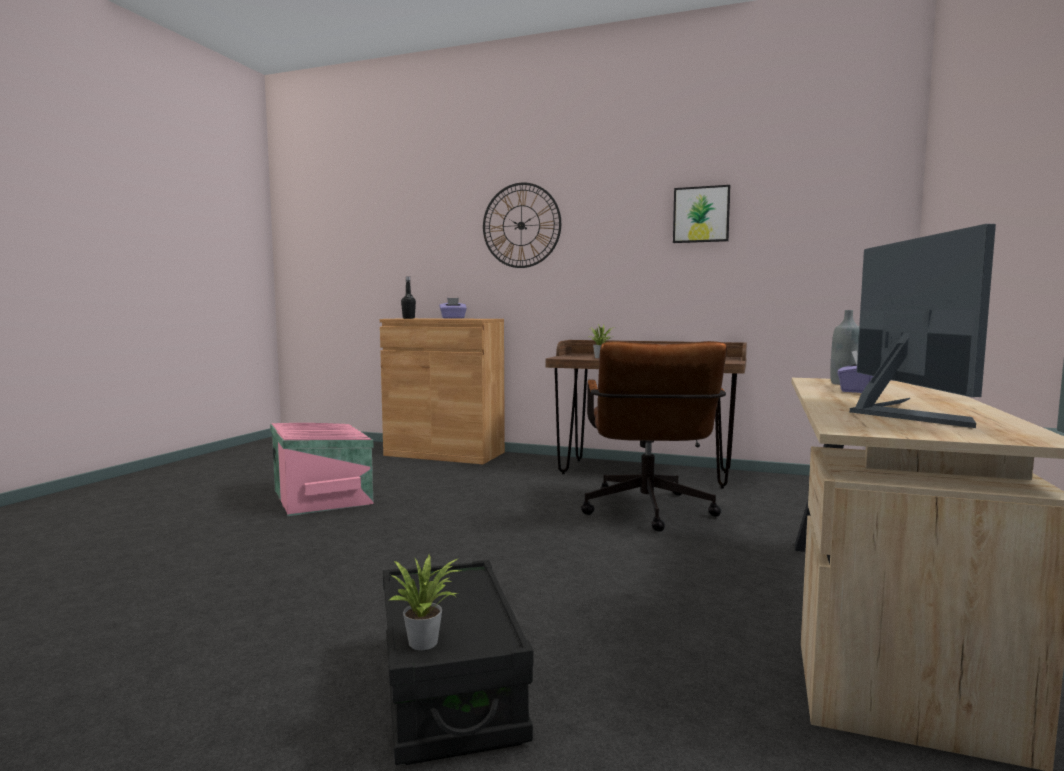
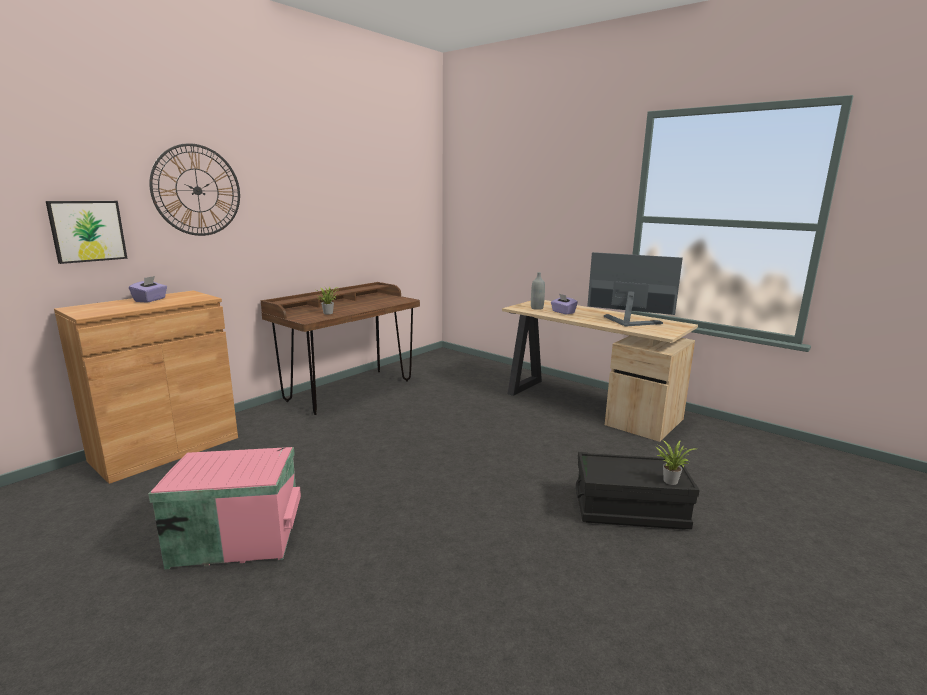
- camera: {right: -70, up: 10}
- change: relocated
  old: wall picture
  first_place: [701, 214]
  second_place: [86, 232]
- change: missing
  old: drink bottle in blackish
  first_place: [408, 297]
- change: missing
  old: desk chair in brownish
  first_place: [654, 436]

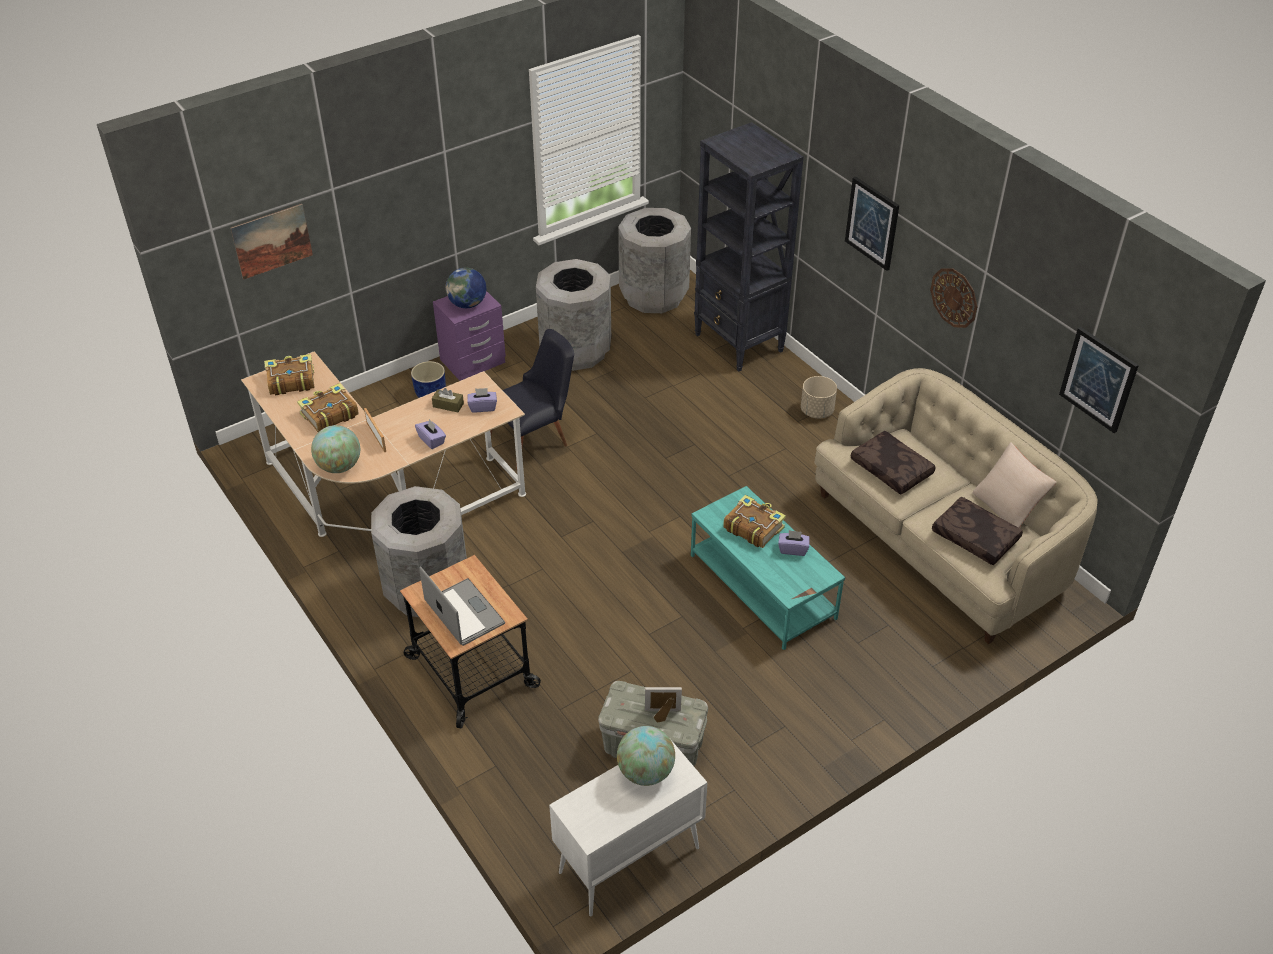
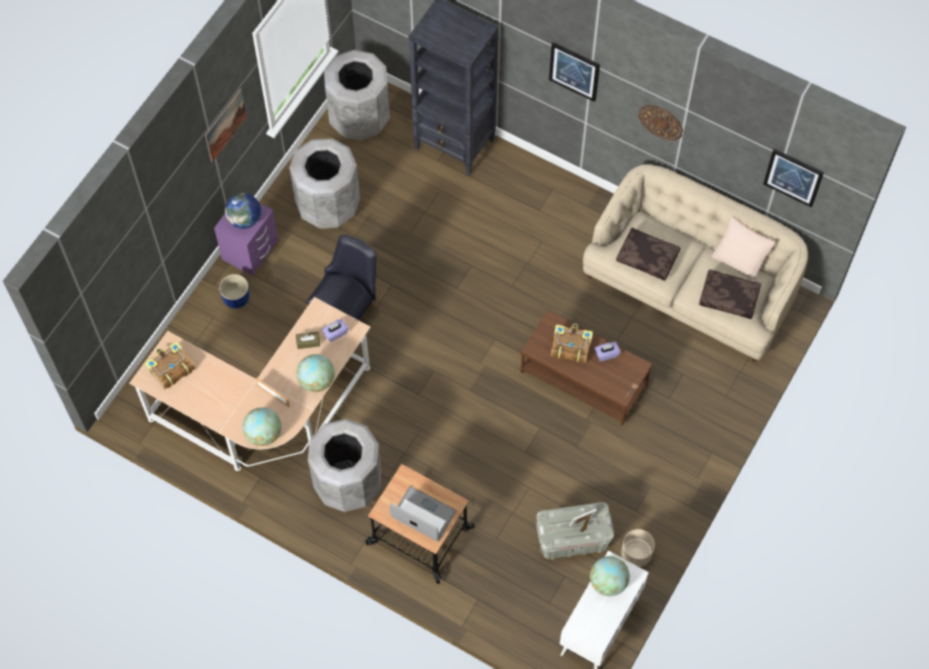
- camera: {right: -25, up: 20}
- change: relocated
  old: wall picture
  first_place: [271, 242]
  second_place: [226, 126]
- change: exchanged
  old: box of tissues in purplish
  new: world globe
  first_place: [430, 434]
  second_place: [316, 373]
- change: colour
  old: lounge table in blue-green
  new: lounge table in brownish
  first_place: [768, 568]
  second_place: [586, 368]
- change: relocated
  old: flower pot in beige
  first_place: [819, 397]
  second_place: [638, 548]
- change: missing
  old: book
  first_place: [328, 407]

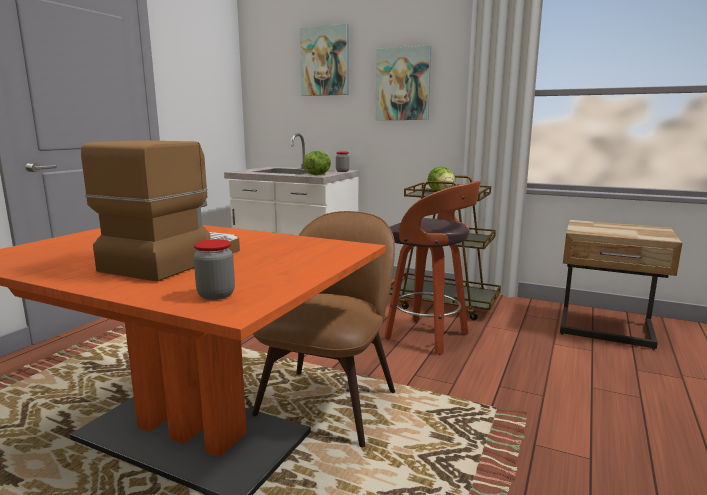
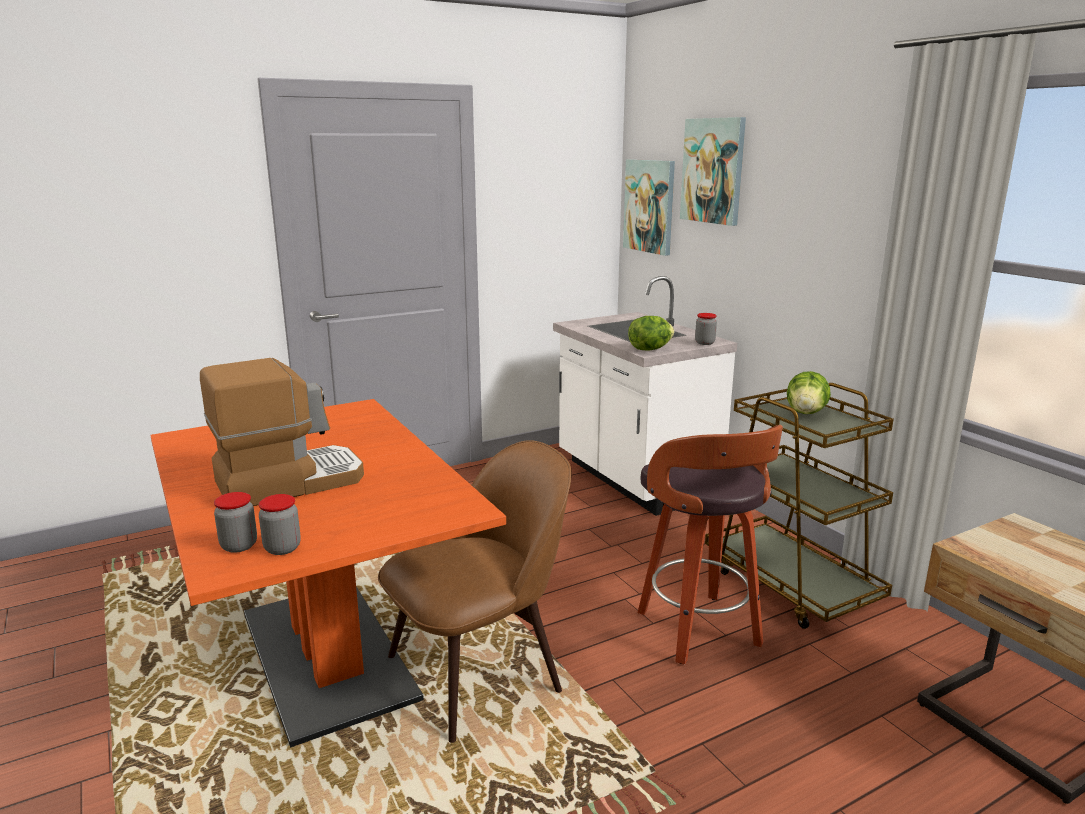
- camera: {right: 35, up: 5}
- change: appeared
  new: jar
  second_place: [280, 524]
- change: relocated
  old: wall picture
  first_place: [403, 82]
  second_place: [649, 207]

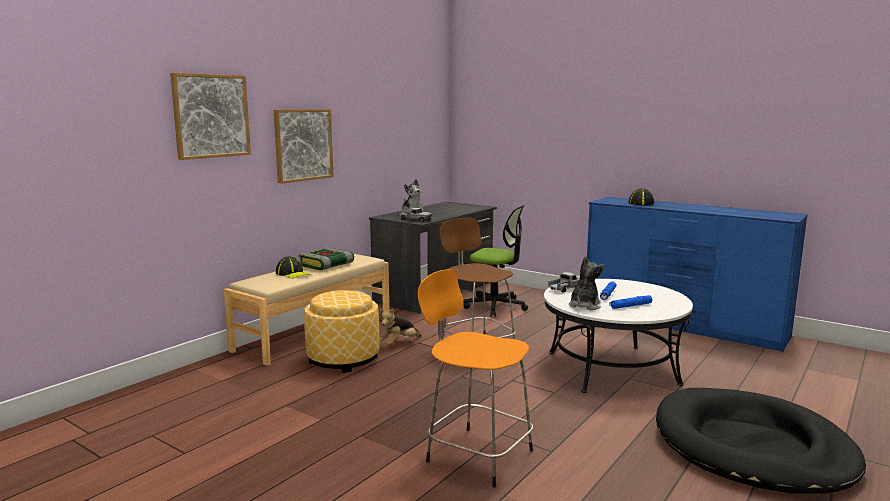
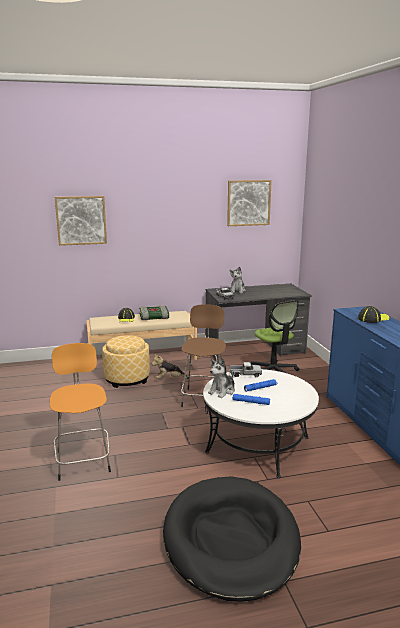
- camera: {right: 40, up: 5}
- change: spun
  old: plush toy
  first_place: [587, 283]
  second_place: [221, 378]
  degrees: 150
- change: relocated
  old: wall picture
  first_place: [304, 146]
  second_place: [249, 203]

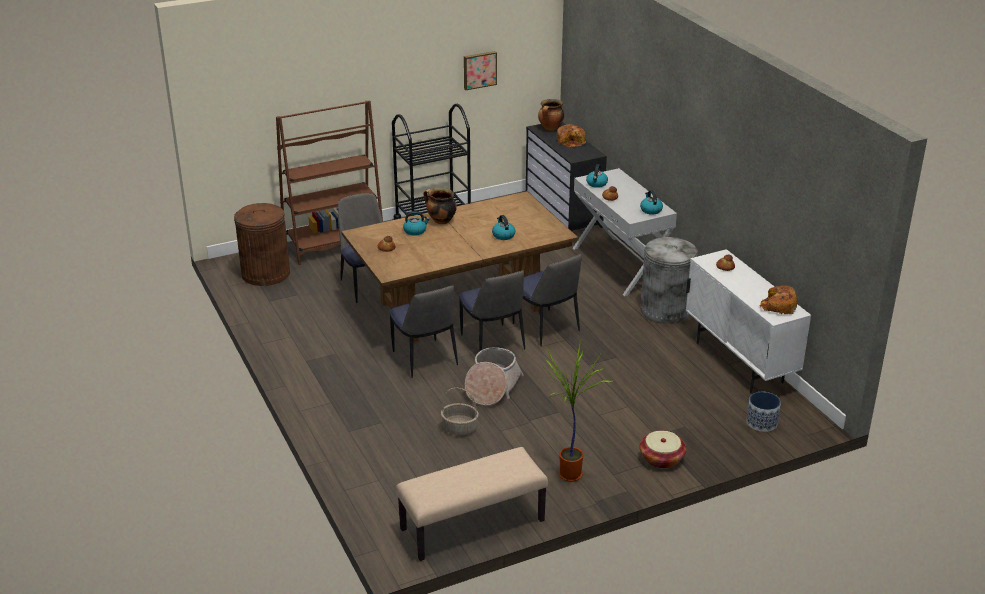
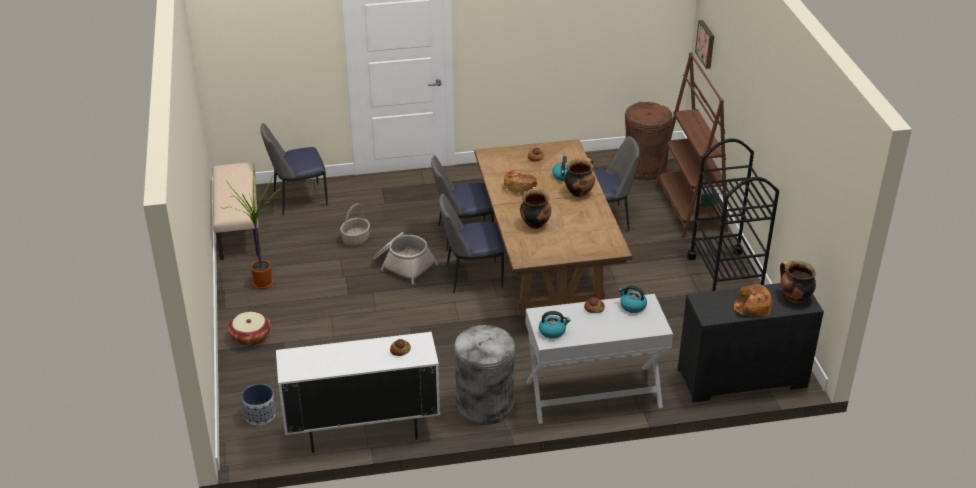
- camera: {right: 105, up: 5}
- change: relocated
  old: upright chair
  first_place: [547, 300]
  second_place: [294, 169]
- change: relocated
  old: bread
  first_place: [778, 300]
  second_place: [520, 181]
- change: exchanged
  old: tea kettle
  new: saucepot
  first_place: [503, 227]
  second_place: [535, 208]
- change: relocated
  old: wall picture
  first_place: [480, 70]
  second_place: [704, 44]

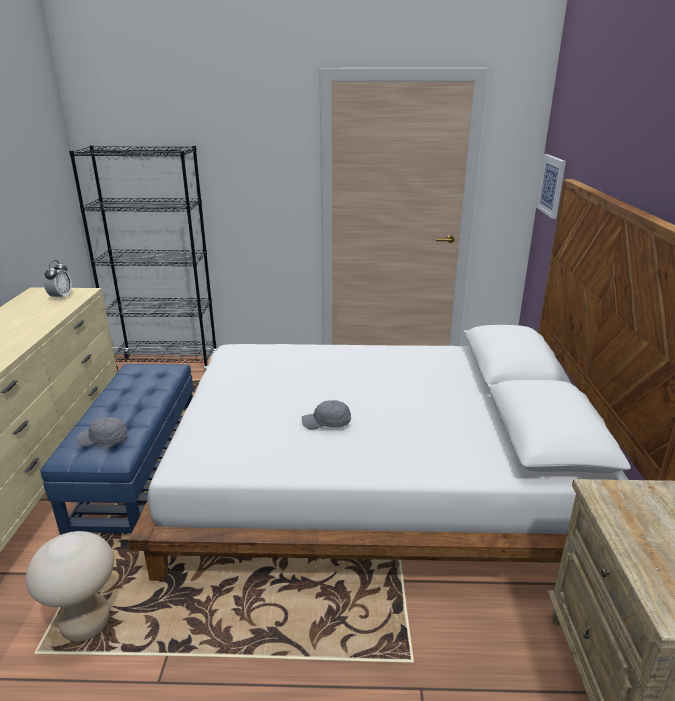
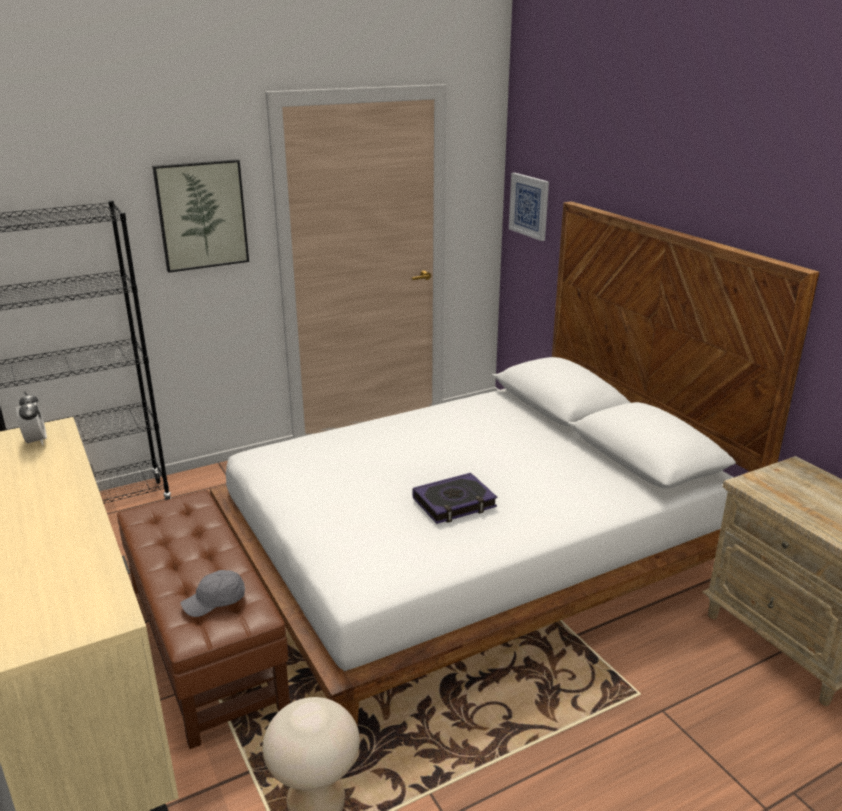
- camera: {right: -30, up: 0}
- change: colour
  old: ottoman in blue
  new: ottoman in brownish
  first_place: [116, 449]
  second_place: [203, 619]
- change: appeared
  new: wall picture
  second_place: [200, 216]
- change: exchanged
  old: baseball cap in grey
  new: book
  first_place: [326, 414]
  second_place: [455, 498]

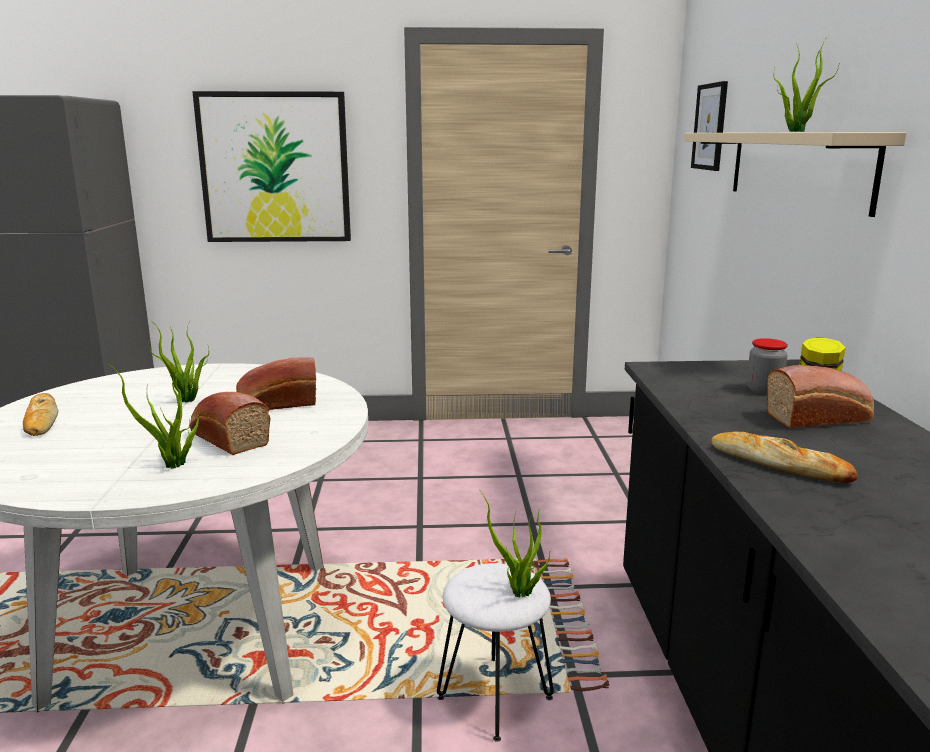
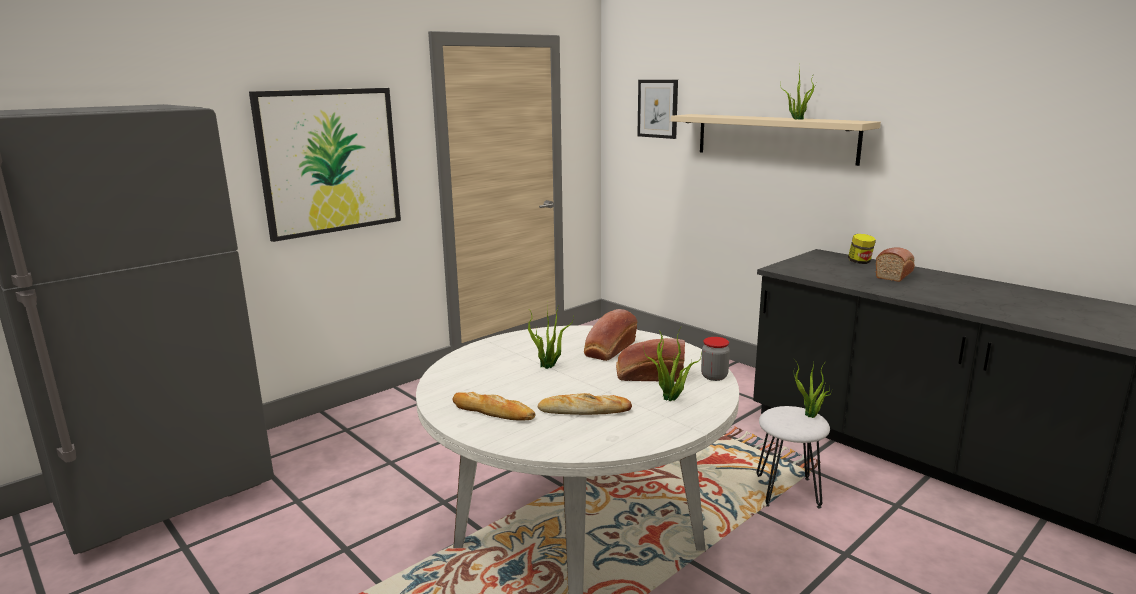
- camera: {right: -40, up: 0}
- change: relocated
  old: bread
  first_place: [784, 457]
  second_place: [585, 404]
- change: relocated
  old: jar
  first_place: [767, 366]
  second_place: [715, 359]

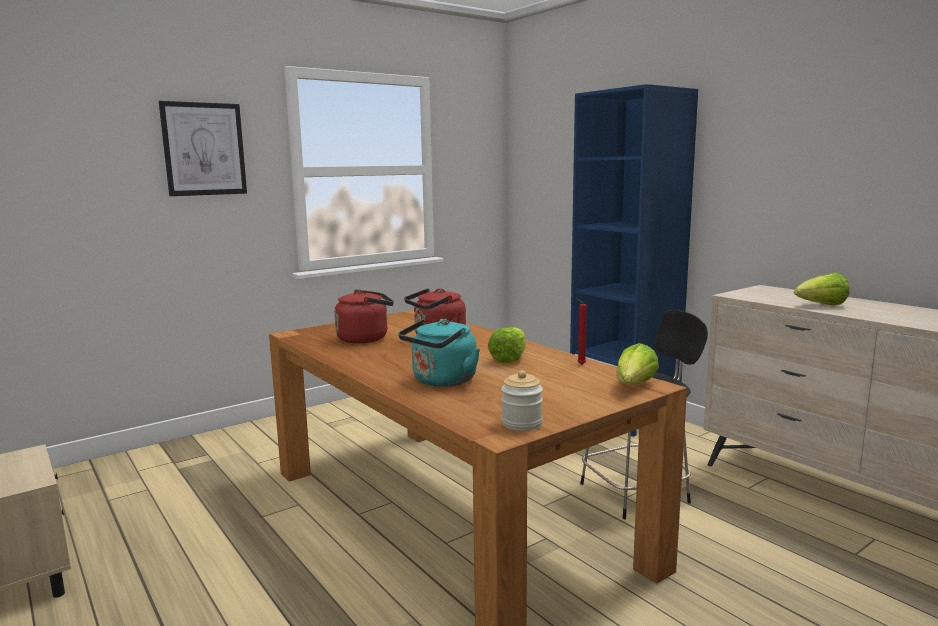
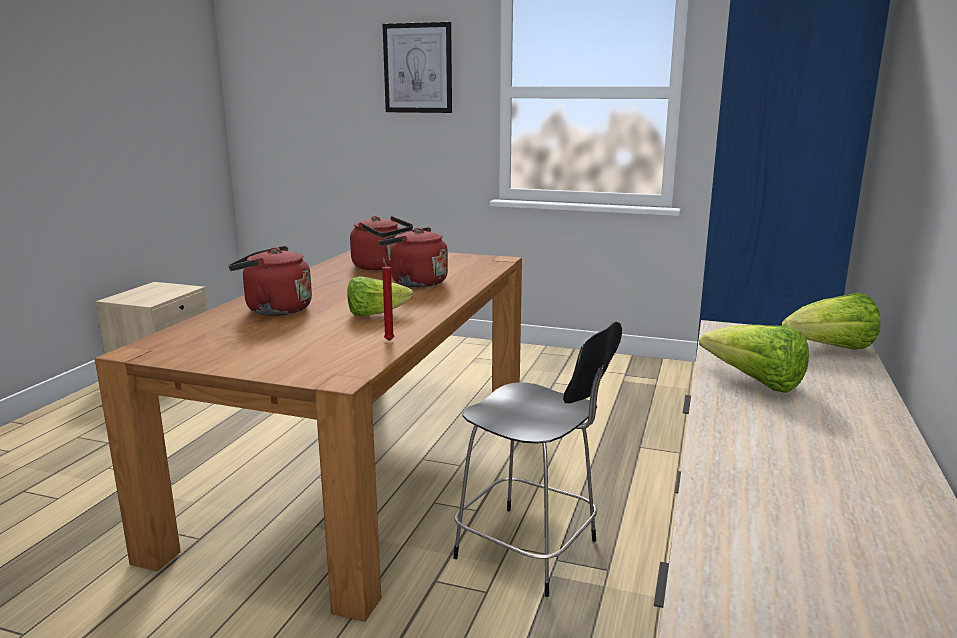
- camera: {right: 55, up: 5}
- change: colour
  old: tea kettle in blue-green
  new: tea kettle in red
  first_place: [439, 353]
  second_place: [270, 281]
- change: relocated
  old: head of lettuce
  first_place: [637, 363]
  second_place: [831, 321]
- change: missing
  old: jar
  first_place: [522, 400]

